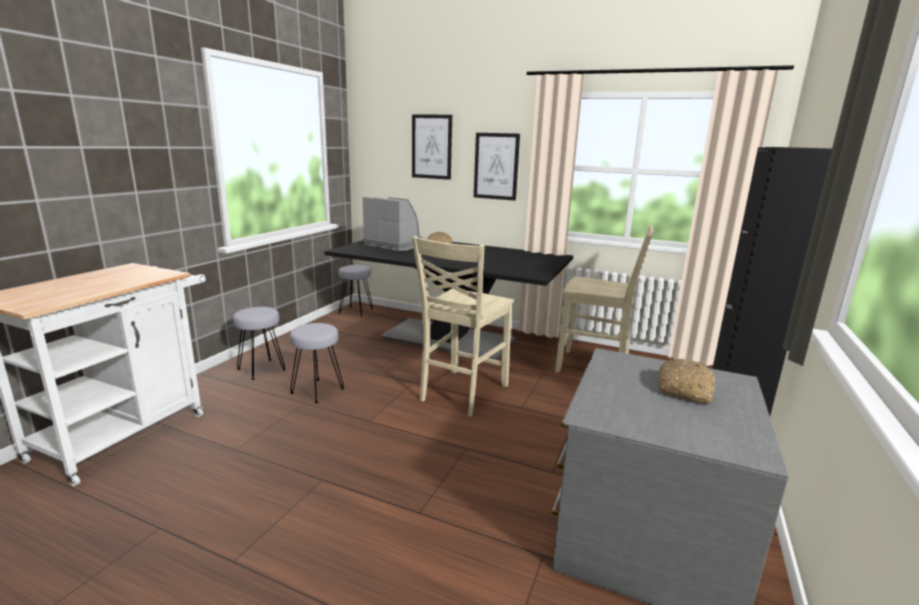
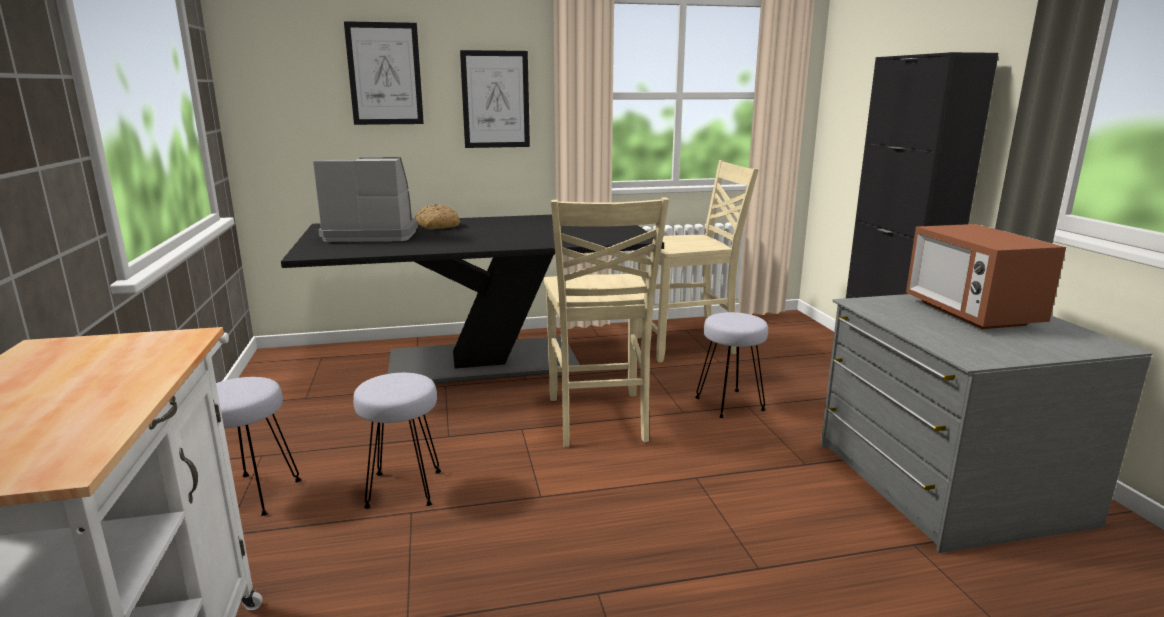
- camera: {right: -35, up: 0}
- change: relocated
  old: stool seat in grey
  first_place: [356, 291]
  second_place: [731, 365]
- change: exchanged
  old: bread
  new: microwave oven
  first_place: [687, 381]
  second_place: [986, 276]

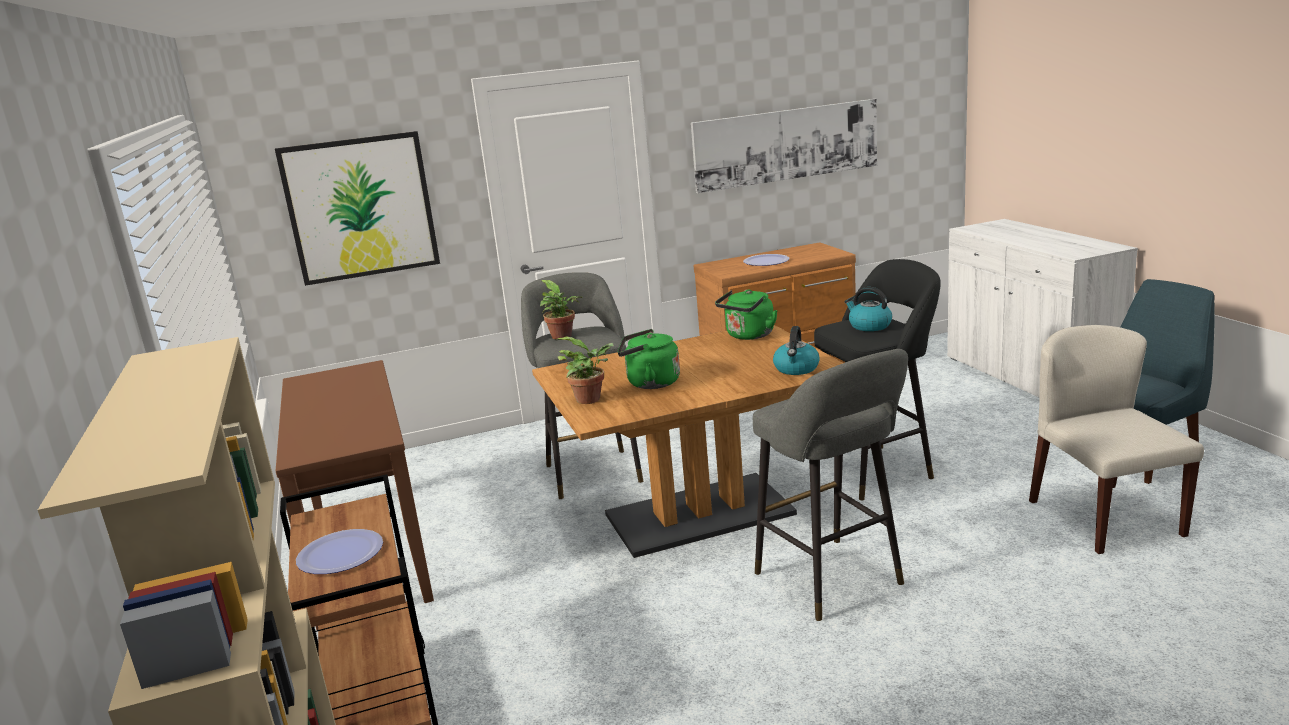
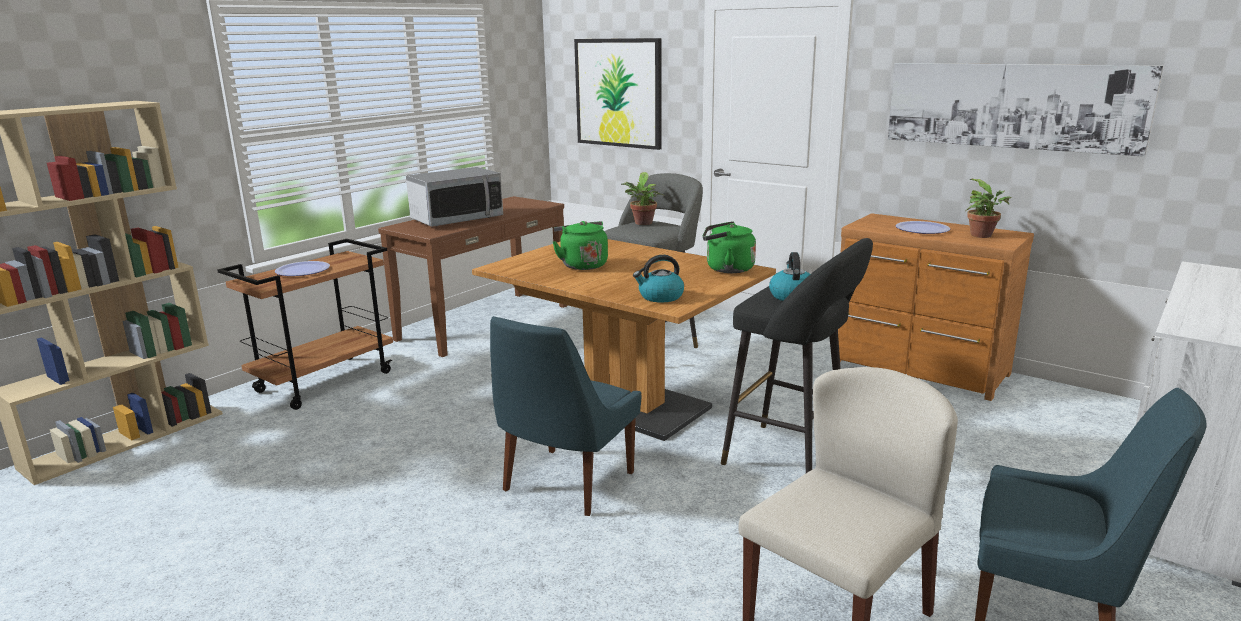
- camera: {right: 55, up: 0}
- change: appeared
  new: microwave oven
  second_place: [454, 197]
- change: exchanged
  old: stool seat in grey
  new: upright chair in blue
  first_place: [830, 485]
  second_place: [565, 416]
- change: relocated
  old: plant in a pot
  first_place: [585, 370]
  second_place: [989, 208]

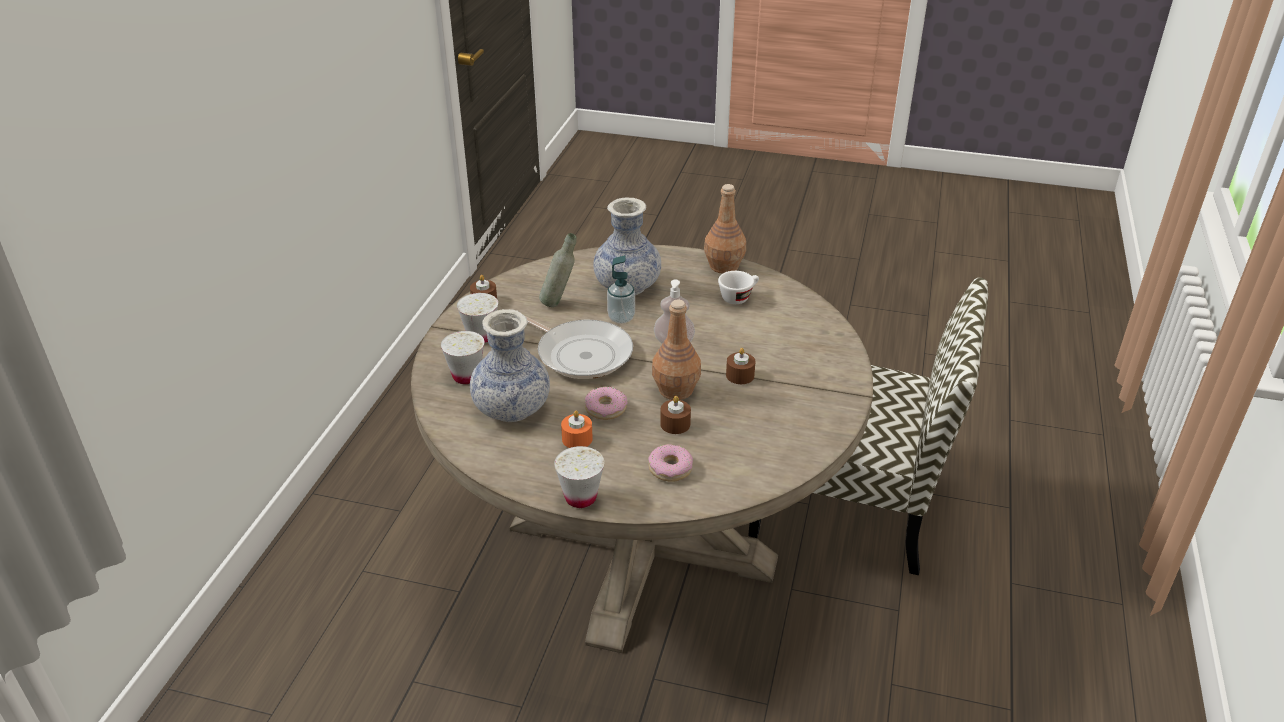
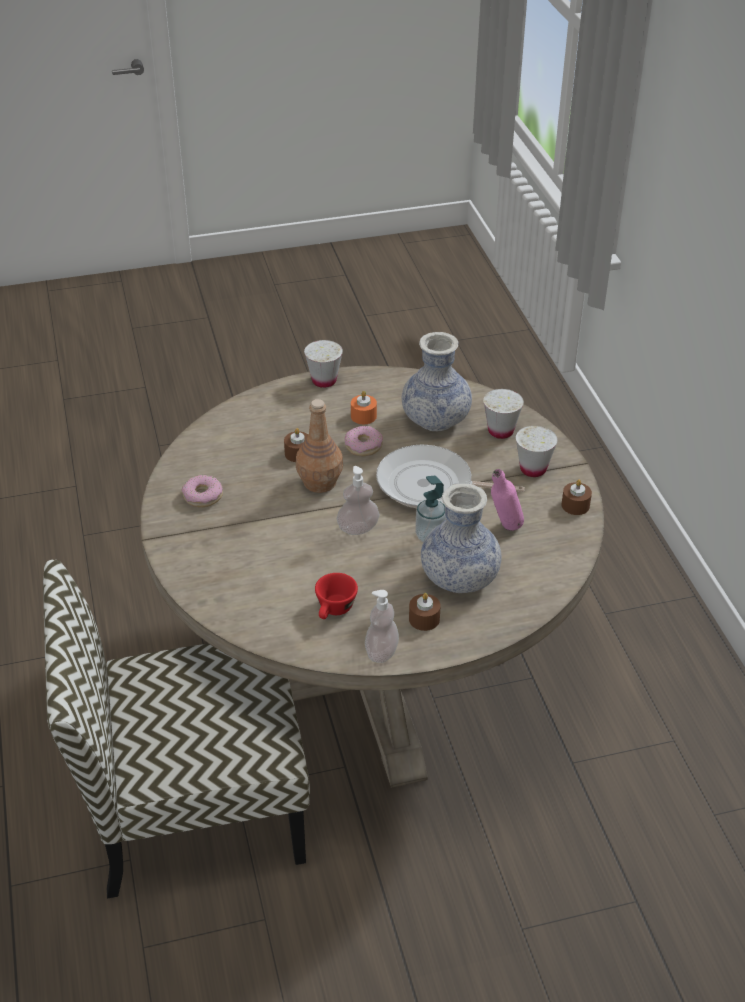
- camera: {right: 150, up: 5}
- change: relocated
  old: donut
  first_place: [670, 463]
  second_place: [202, 491]
- change: colour
  old: small cup in whitish
  new: small cup in red
  first_place: [738, 287]
  second_place: [336, 596]
- change: exchanged
  old: drink bottle in brownish
  new: soap bottle
  first_place: [725, 229]
  second_place: [382, 626]
- change: relocated
  old: wax light in brownish
  first_place: [740, 366]
  second_place: [425, 612]
- change: colour
  old: drink bottle in grey
  new: drink bottle in pink
  first_place: [558, 270]
  second_place: [507, 500]

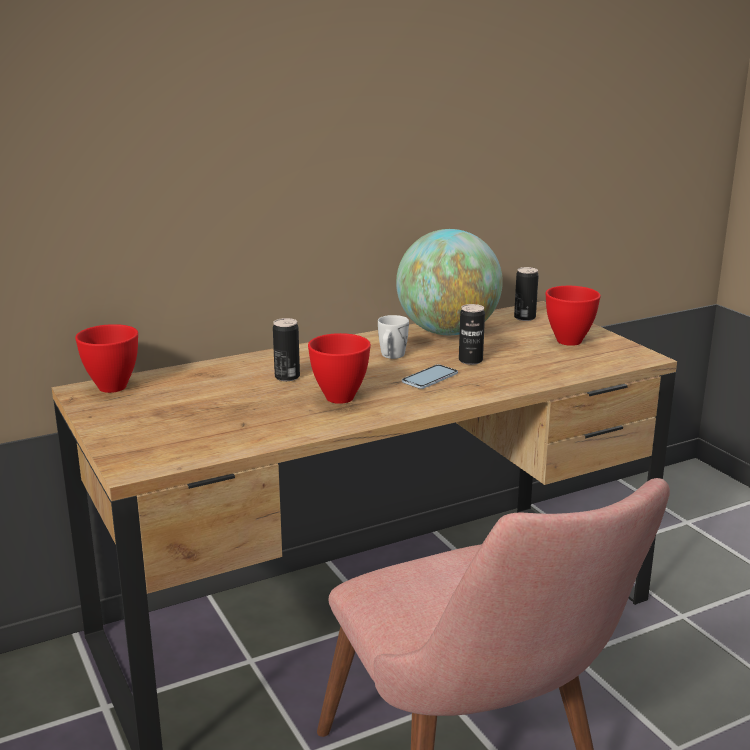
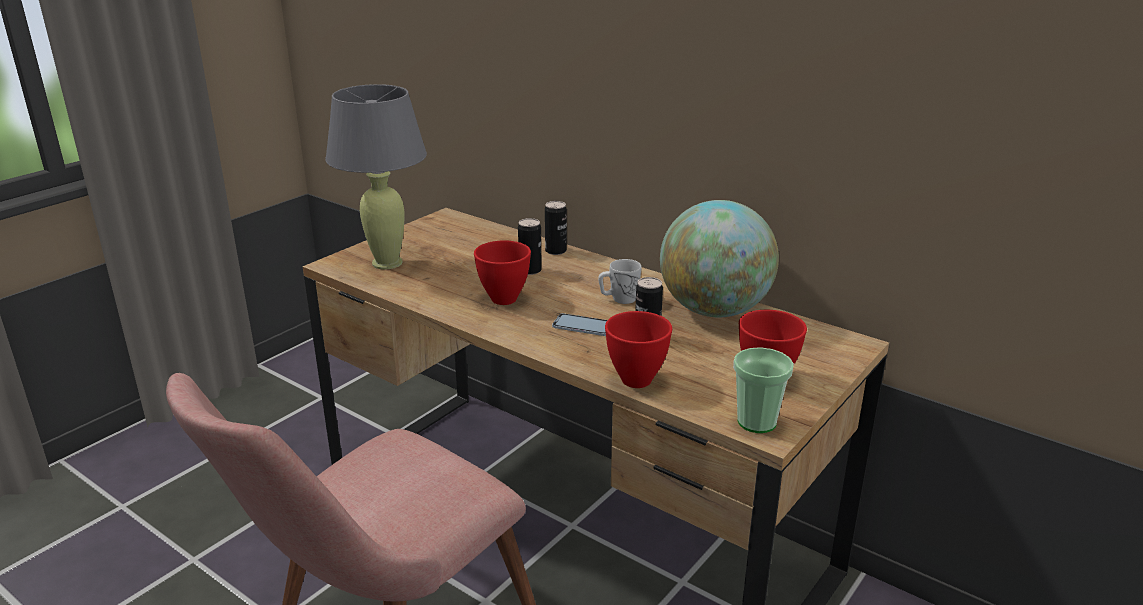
- camera: {right: 65, up: 5}
- change: appeared
  new: tabletop lamp in grey
  second_place: [376, 176]
- change: relocated
  old: metal can
  first_place: [526, 294]
  second_place: [556, 228]
- change: relocated
  old: deep dish in red
  first_place: [106, 358]
  second_place: [638, 349]
- change: appeared
  new: small cup
  second_place: [763, 390]

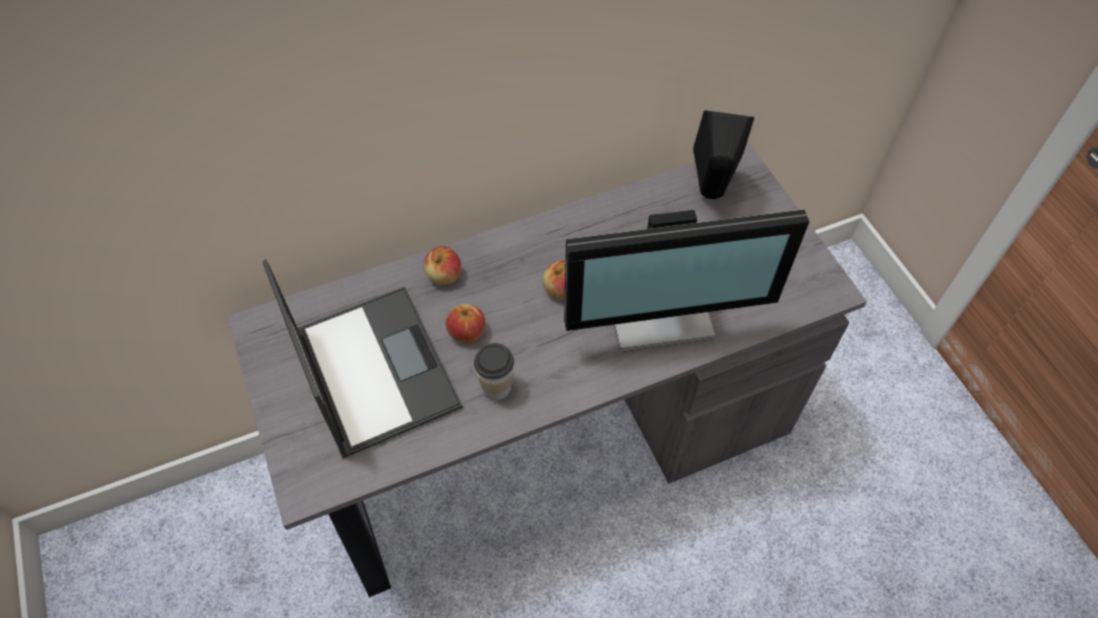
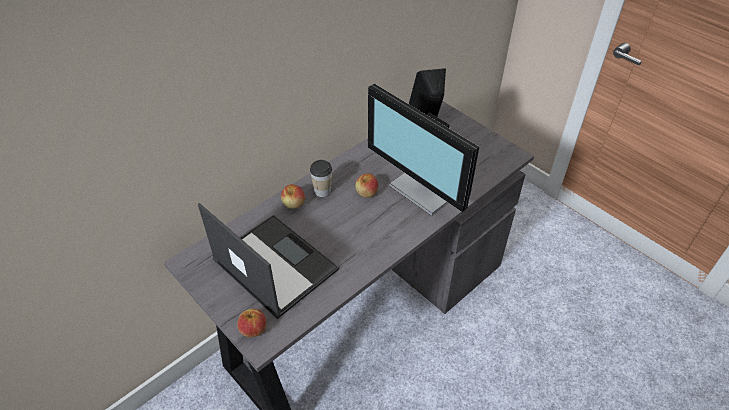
- camera: {right: -20, up: -10}
- change: relocated
  old: apple fruit
  first_place: [465, 323]
  second_place: [251, 323]
- change: relocated
  old: small cup
  first_place: [494, 372]
  second_place: [321, 178]
- change: spun
  old: computer screen
  first_place: [686, 280]
  second_place: [423, 149]
  degrees: 75

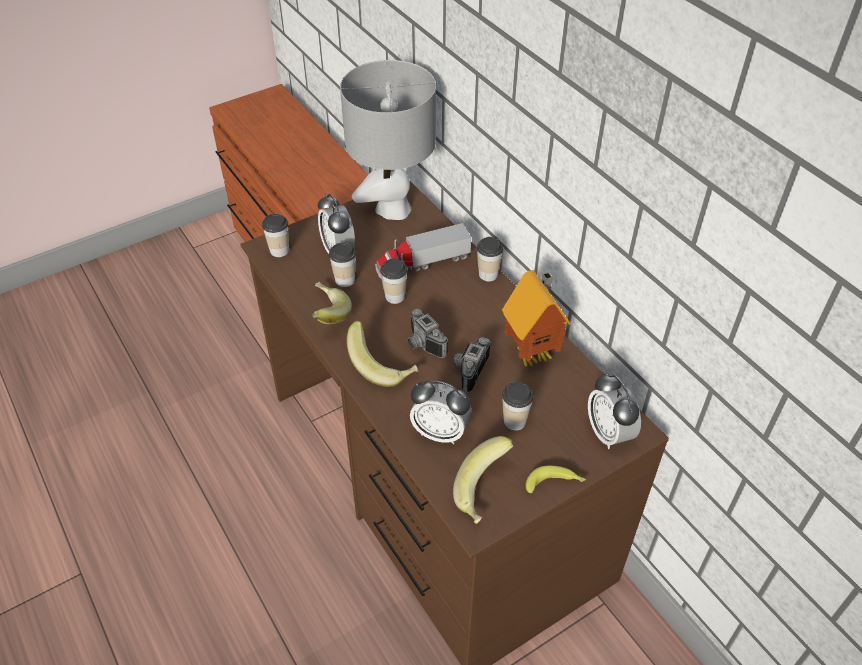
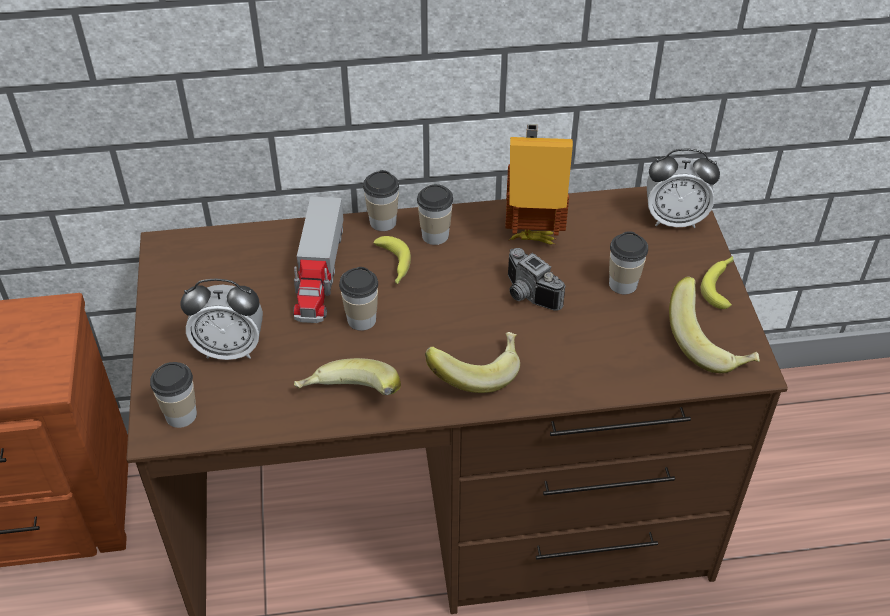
- camera: {right: -65, up: 0}
- change: appeared
  new: banana
  second_place: [392, 260]
- change: relocated
  old: small cup
  first_place: [342, 265]
  second_place: [435, 214]
- change: missing
  old: tabletop lamp in grey
  first_place: [388, 140]
- change: missing
  old: photo camera
  first_place: [428, 333]
- change: missing
  old: alarm clock
  first_place: [440, 412]

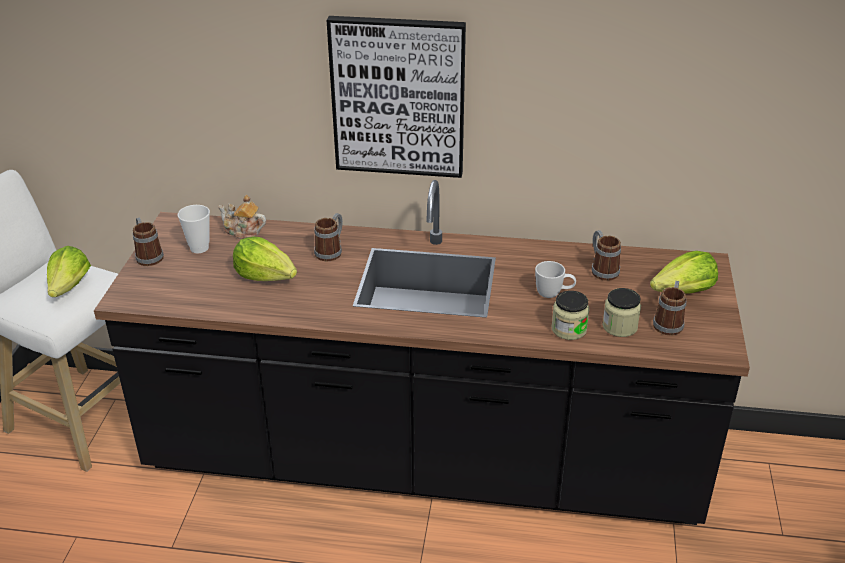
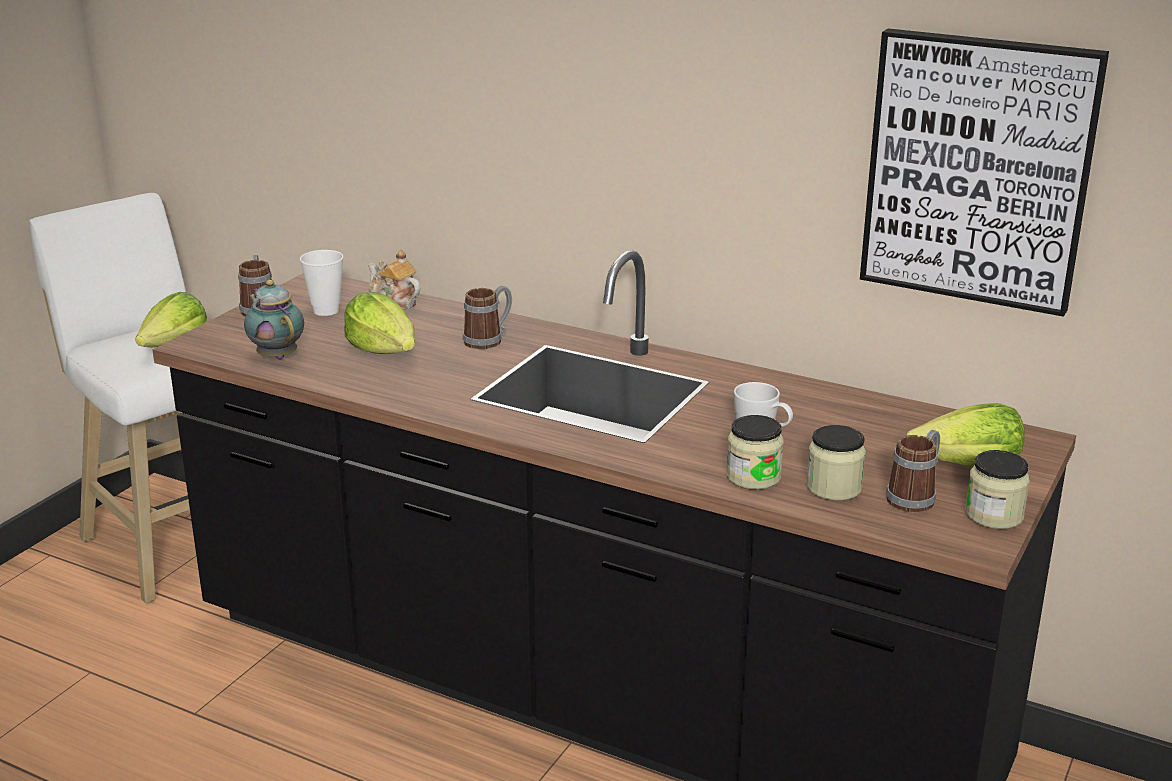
- camera: {right: 20, up: -10}
- change: appeared
  new: tea pot
  second_place: [274, 319]
- change: relocated
  old: wall picture
  first_place: [396, 97]
  second_place: [984, 173]
- change: appeared
  new: jar
  second_place: [997, 489]
- change: missing
  old: tea mug
  first_place: [606, 255]

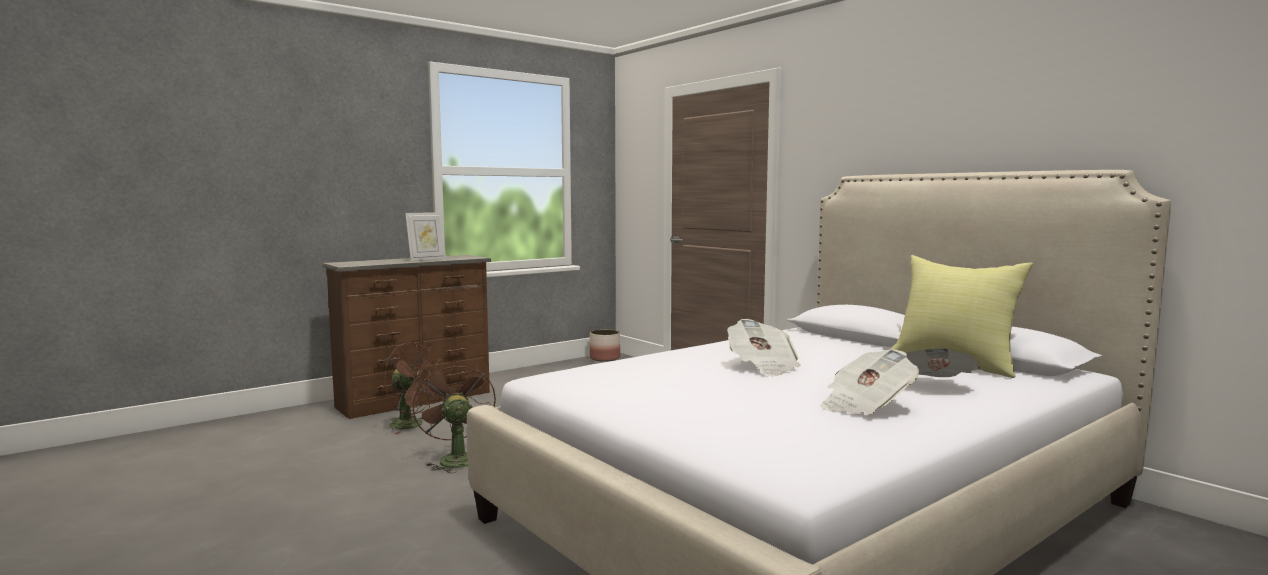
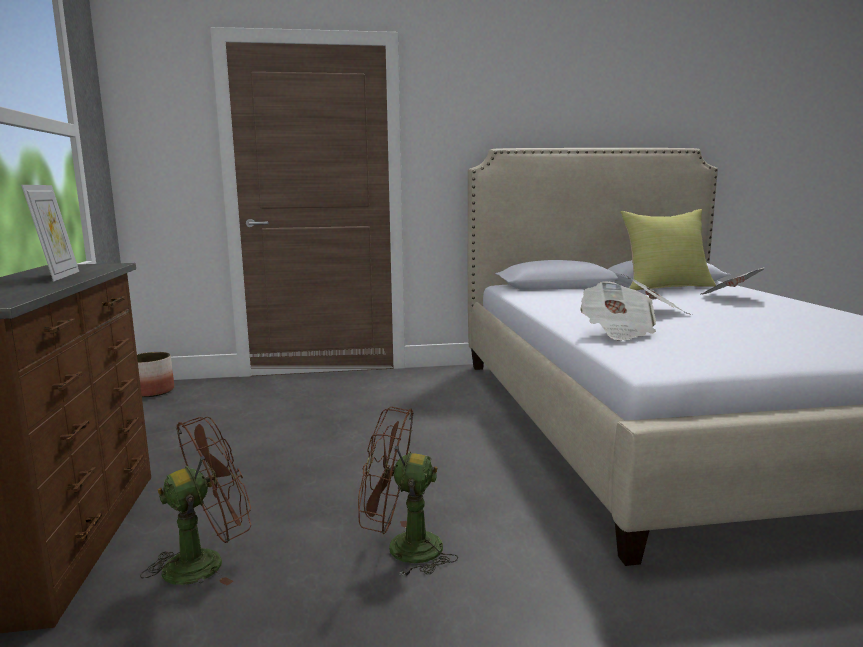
- camera: {right: -60, up: 5}
- change: relocated
  old: newspaper
  first_place: [870, 382]
  second_place: [618, 311]

